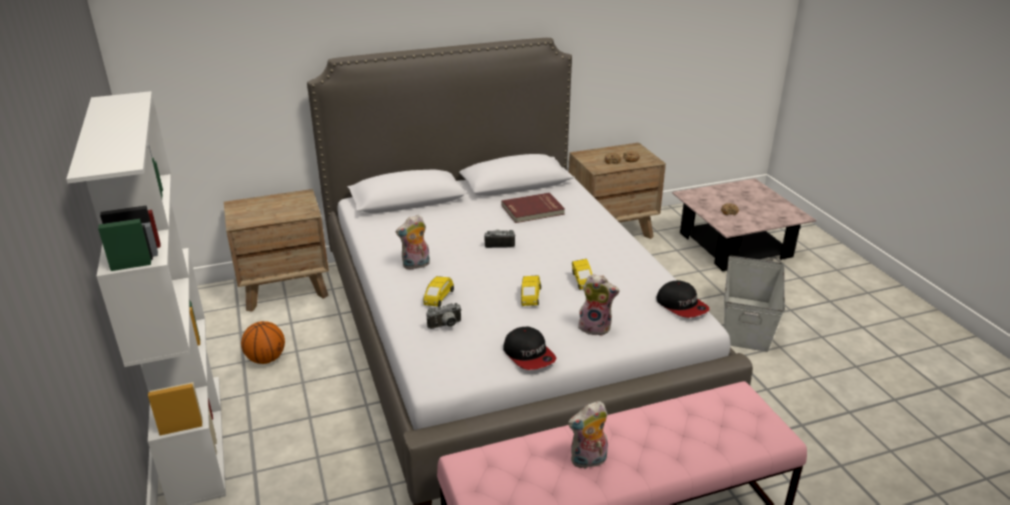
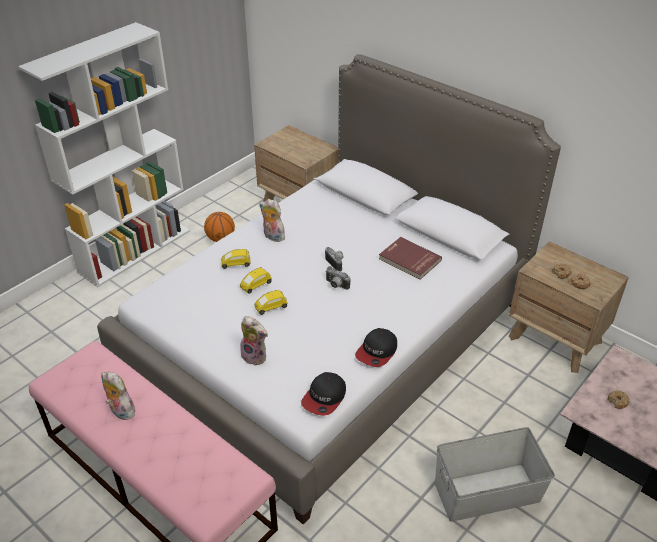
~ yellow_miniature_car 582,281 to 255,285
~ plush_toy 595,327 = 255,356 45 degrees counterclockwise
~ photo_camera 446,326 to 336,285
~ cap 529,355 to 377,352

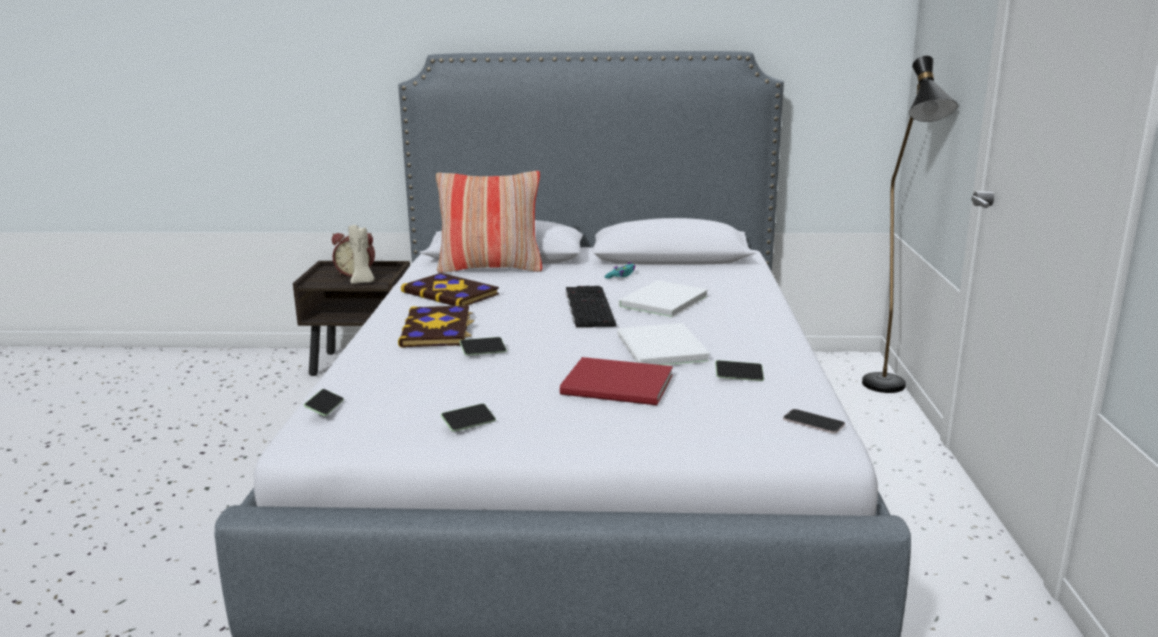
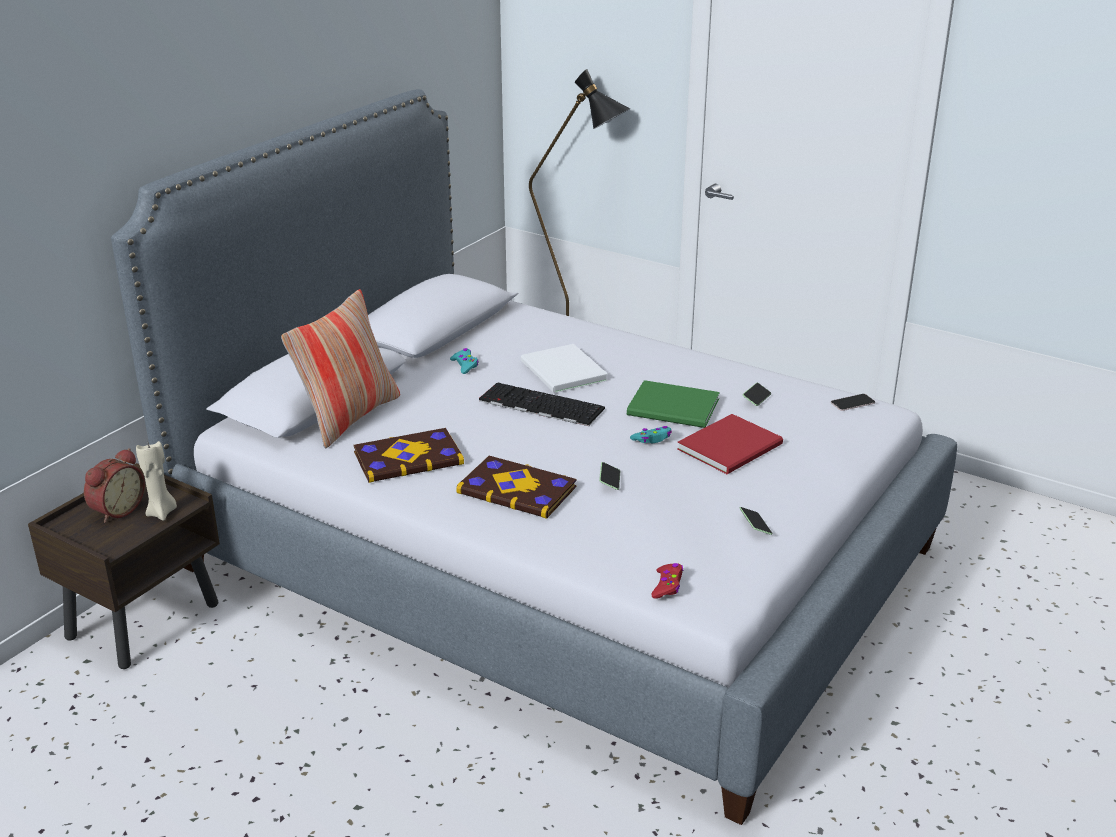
~ white_volume 660,350 to green-coloured_volume 675,408
+ turquoise-coloured_game_controller 652,439
~ telephone 325,409 to reddish_game_controller 667,585

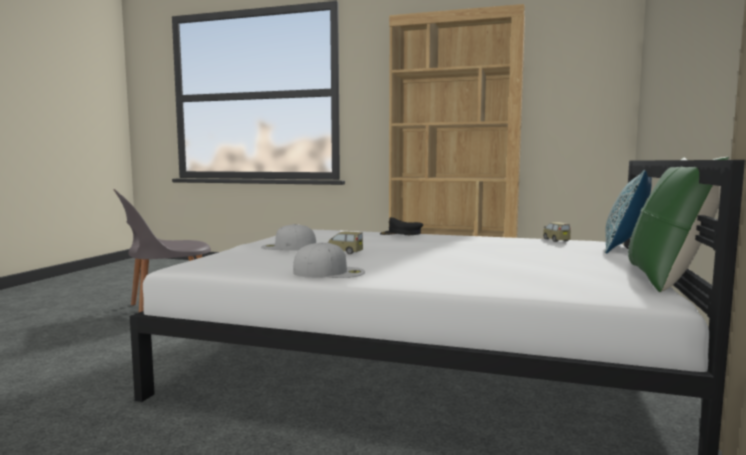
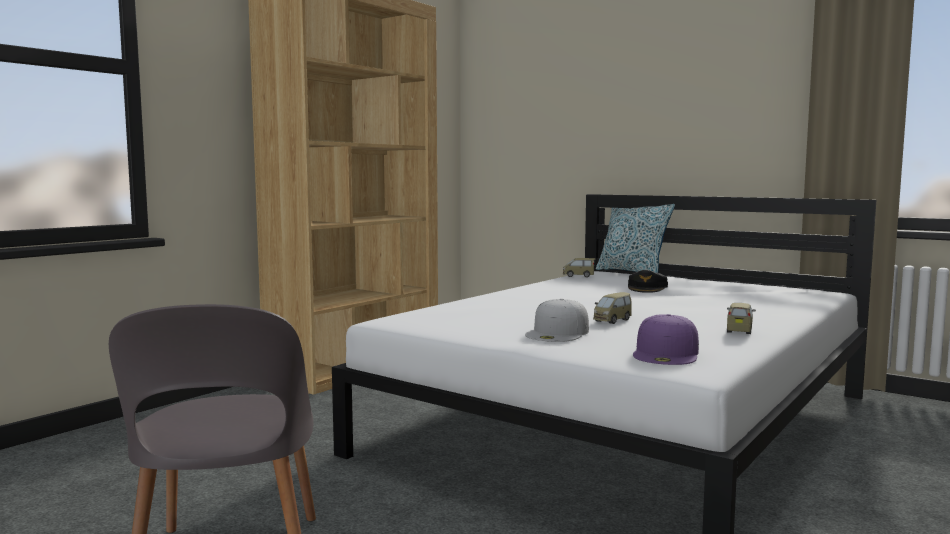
~ blackish_cap 401,234 to 647,288
+ purple_cap 667,353
~ white_cap 329,272 to miniature_car 739,330
- green-coloured_pillow 666,278

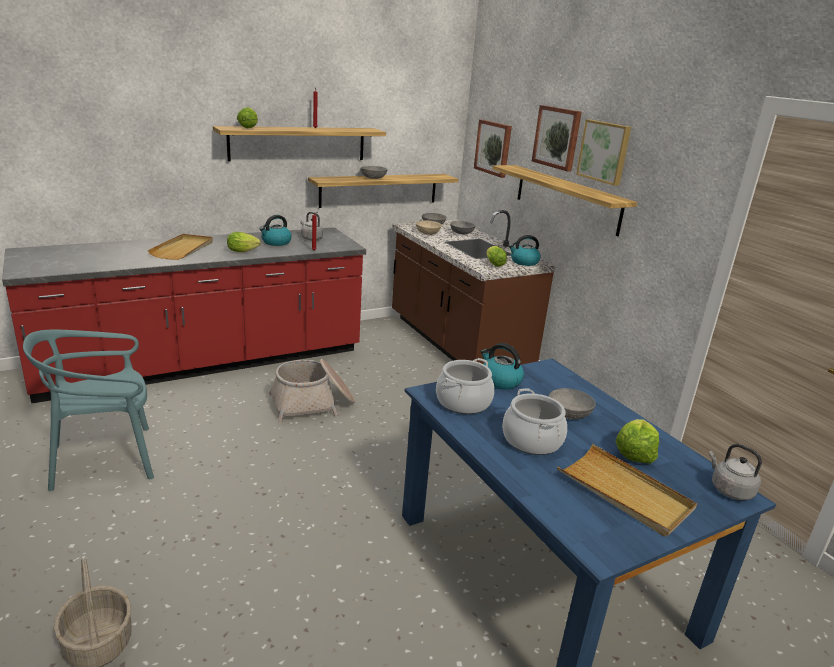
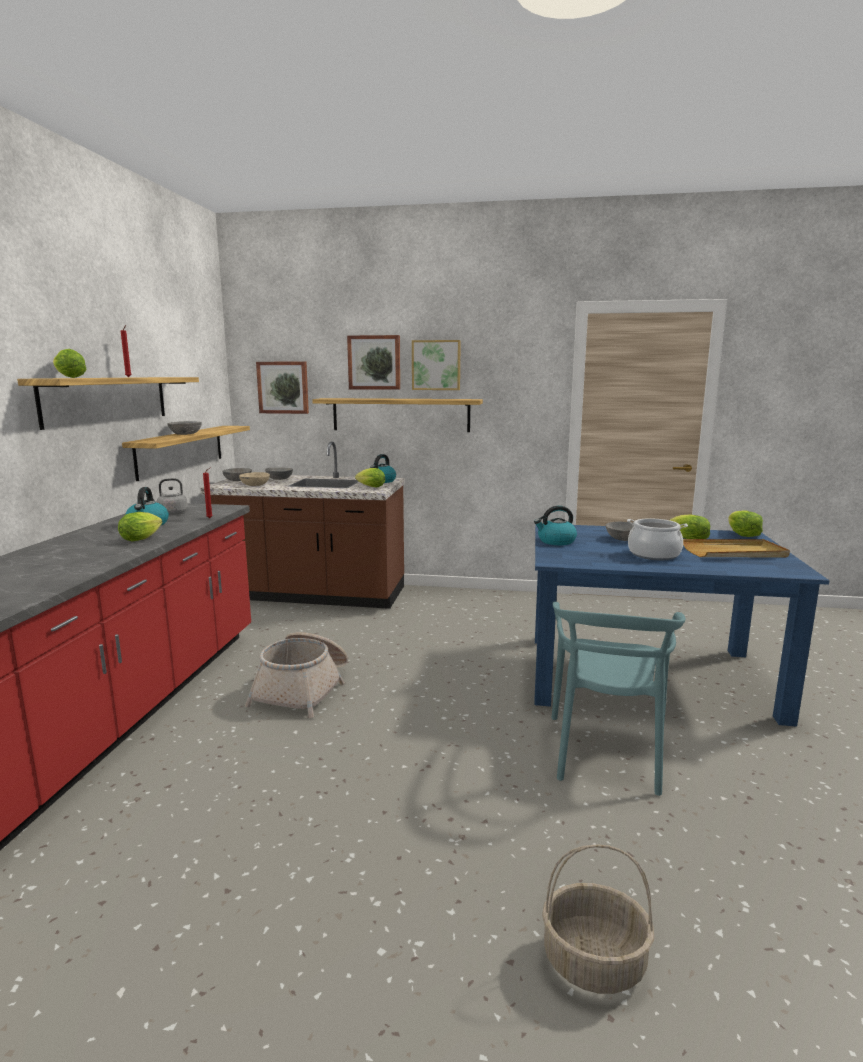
~ turquoise-coloured_chair 104,460 to 607,752
~ gray_tea_kettle 729,490 to lettuce 742,534
- beige-coloured_tray 183,249
- cooking_pot 463,402

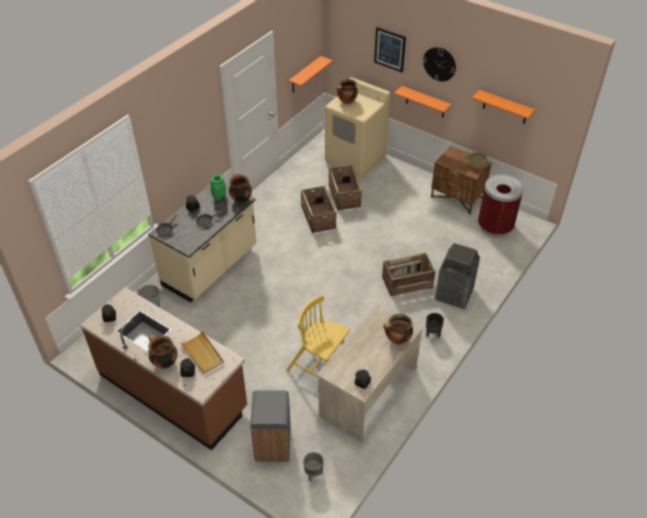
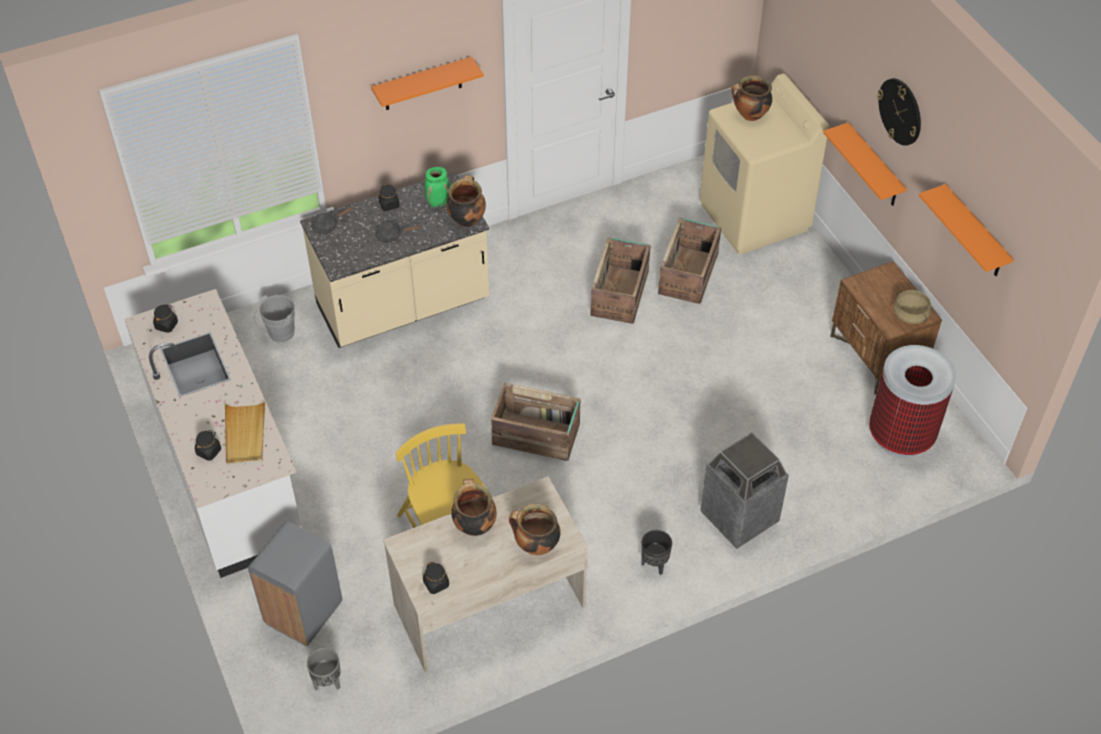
~ brownish_counter 173,391 to white_counter 228,469
~ orangey_bracket_shelf 304,75 to 422,84
~ cooking_pot 164,362 to 474,525
~ crate 408,282 to 537,435
- picture 390,49

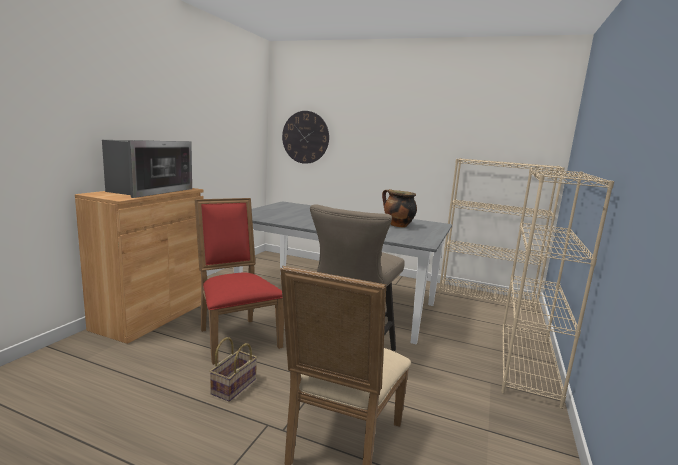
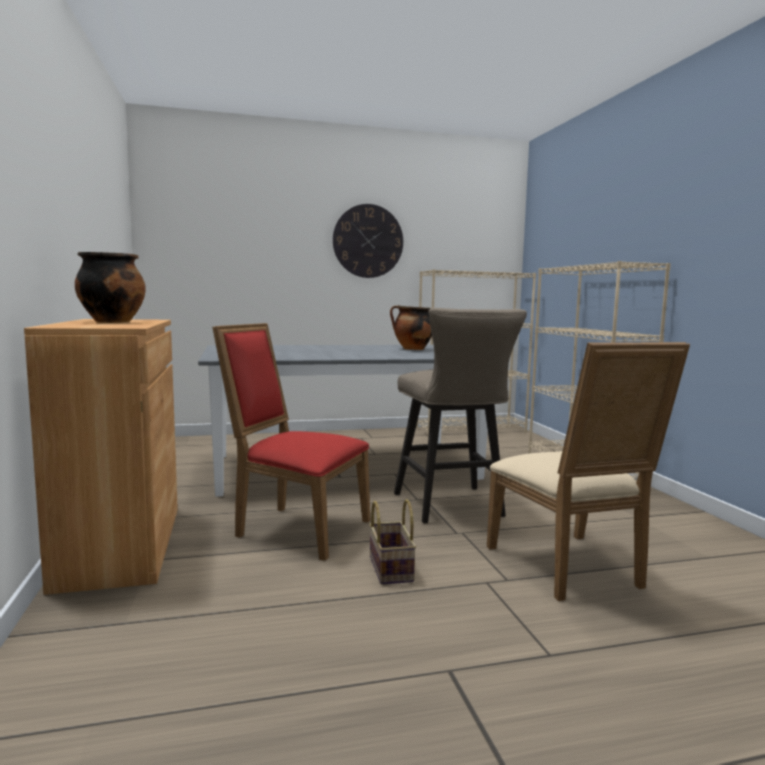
~ kitchen_microwave 148,190 to cooking_pot 112,322
~ wall_clock 305,137 to 368,241

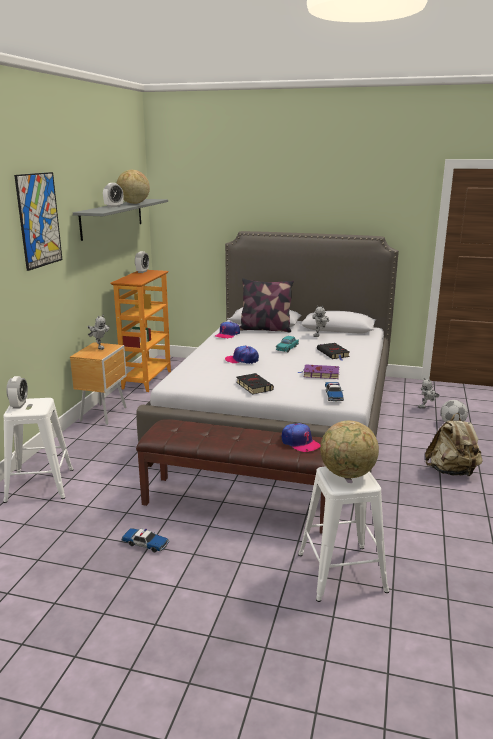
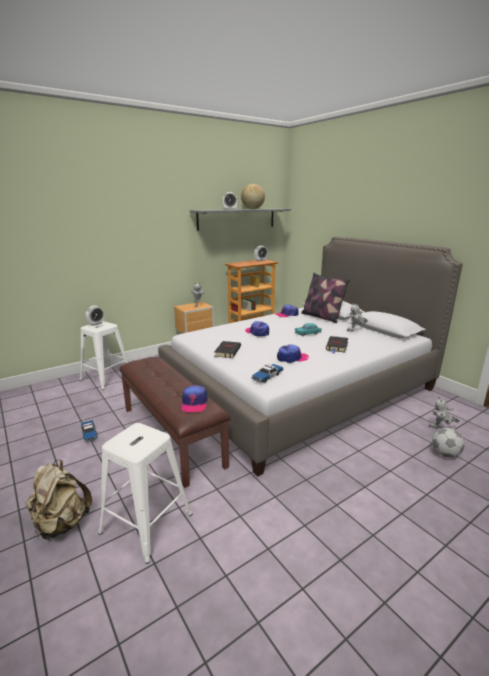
~ beige-coloured_backpack 452,472 to 61,524
~ purple_volume 320,374 to cap 292,358
- picture 39,220
- desk_globe 347,474

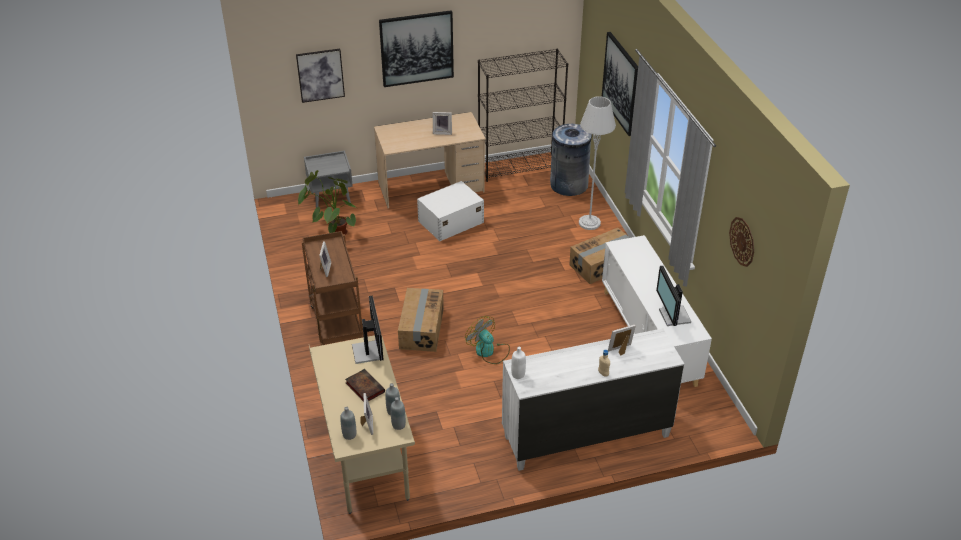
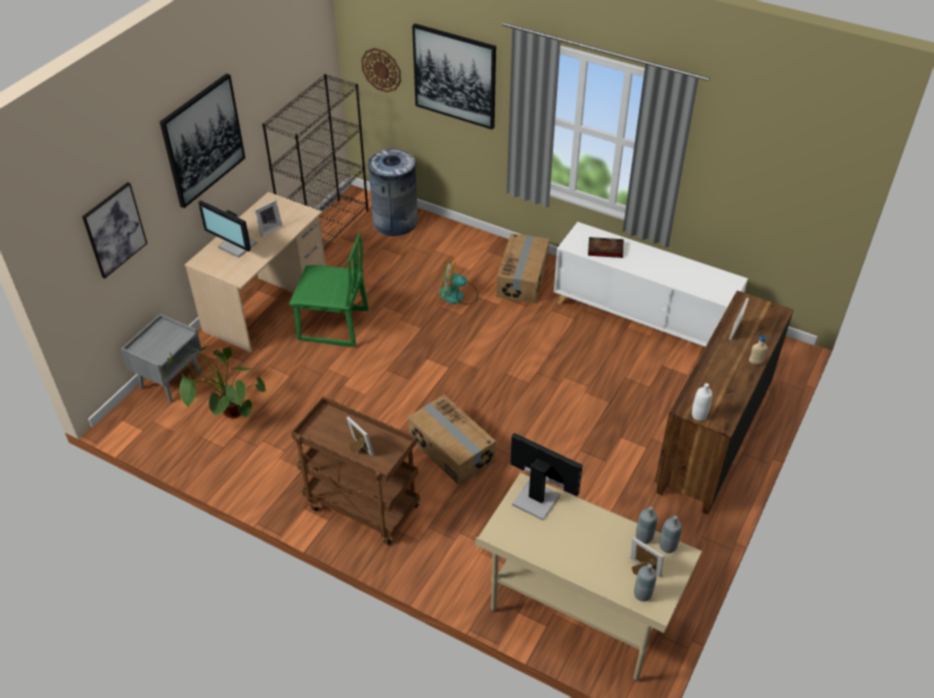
~ computer_display 673,316 to 237,246
~ white_storage_container 450,222 to green-coloured_chair 333,326
~ wall_clock 742,241 to 381,70
~ cooling_fan 488,351 to 457,296
~ volume 364,387 to 604,249
~ white_drawer_chest 585,435 to brownish_drawer_chest 712,440
- gray_floor_lamp 589,223

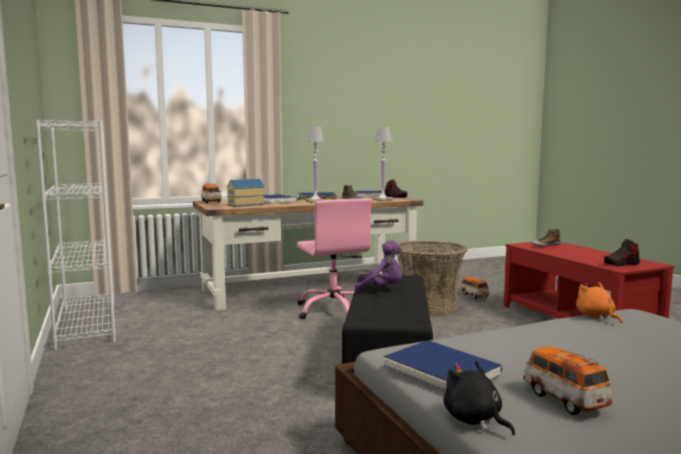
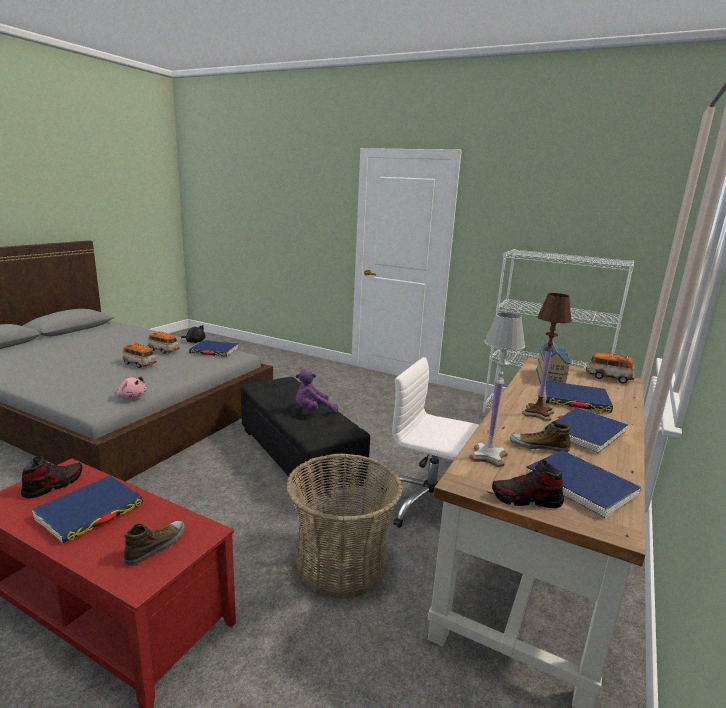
+ bluish_volume 89,511
~ orangey_plush_toy 596,317 to pink_plush_toy 131,397
~ miniature_car 474,295 to 139,364
~ pink_computer_chair 334,310 to white_computer_chair 429,505
~ white_table_lamp 315,201 to brownish_table_lamp 537,413

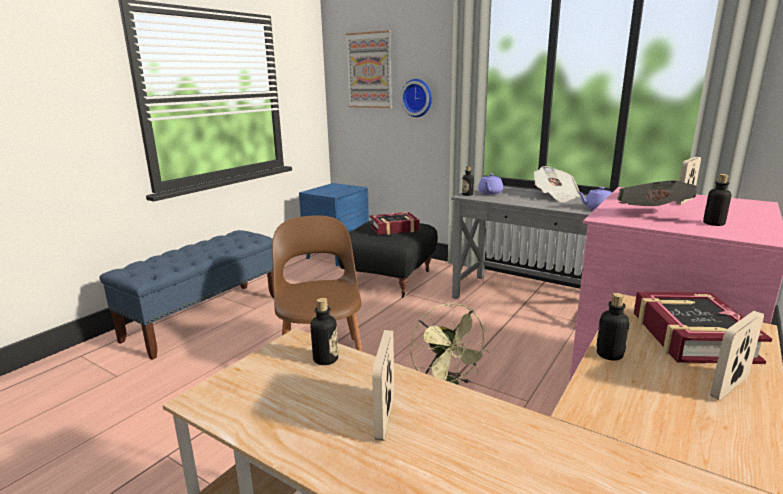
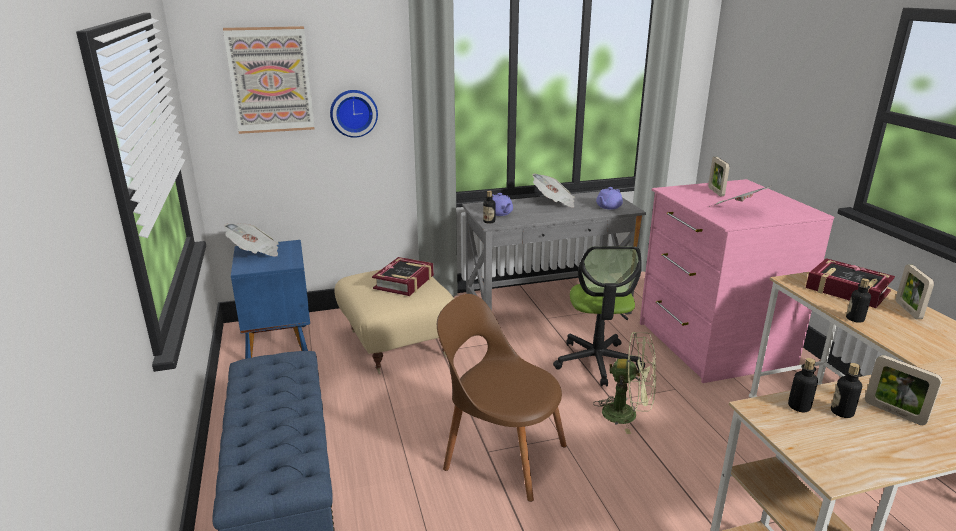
+ daily_paper 255,252
~ blackish_footrest 390,280 to beige-coloured_footrest 397,344
+ computer_chair 597,362
~ bottle 713,223 to 842,412

